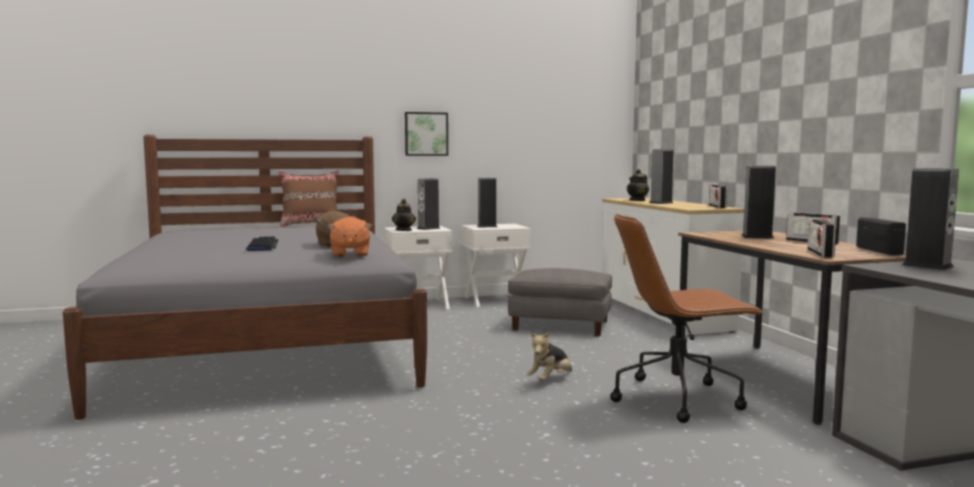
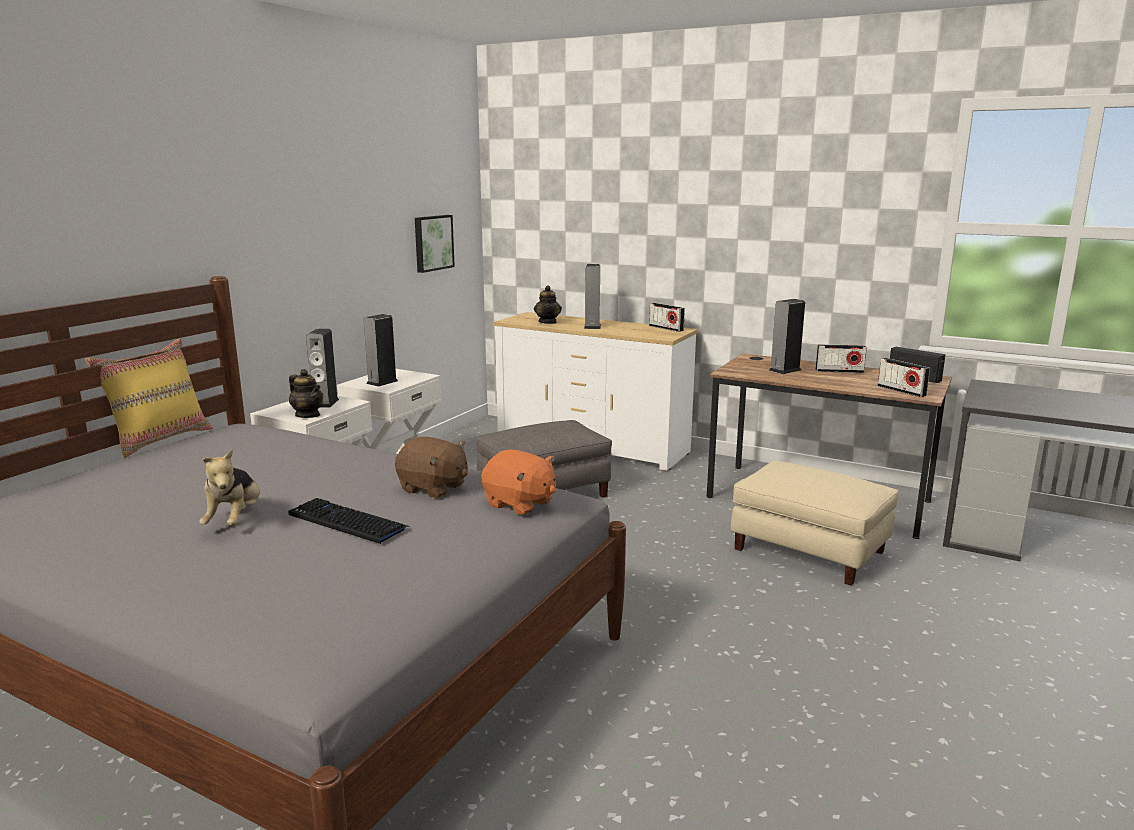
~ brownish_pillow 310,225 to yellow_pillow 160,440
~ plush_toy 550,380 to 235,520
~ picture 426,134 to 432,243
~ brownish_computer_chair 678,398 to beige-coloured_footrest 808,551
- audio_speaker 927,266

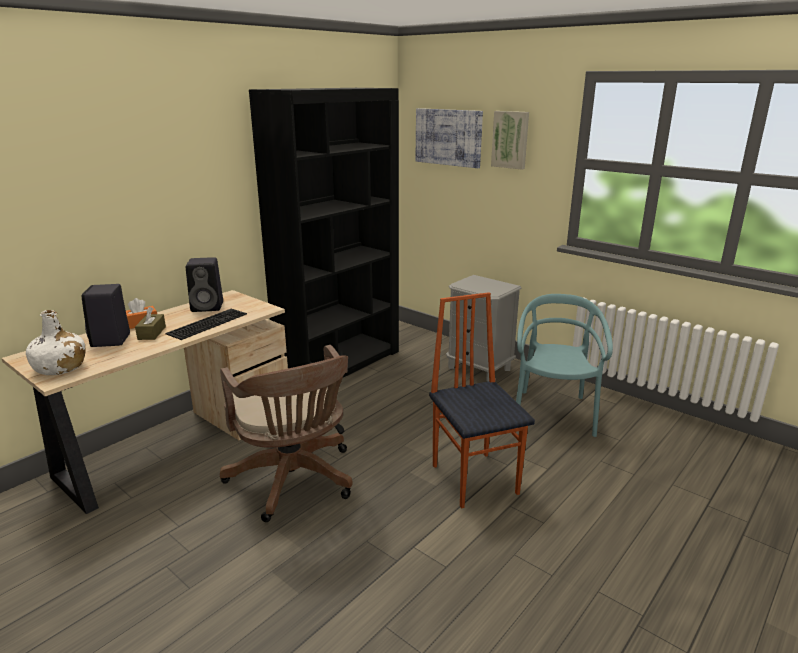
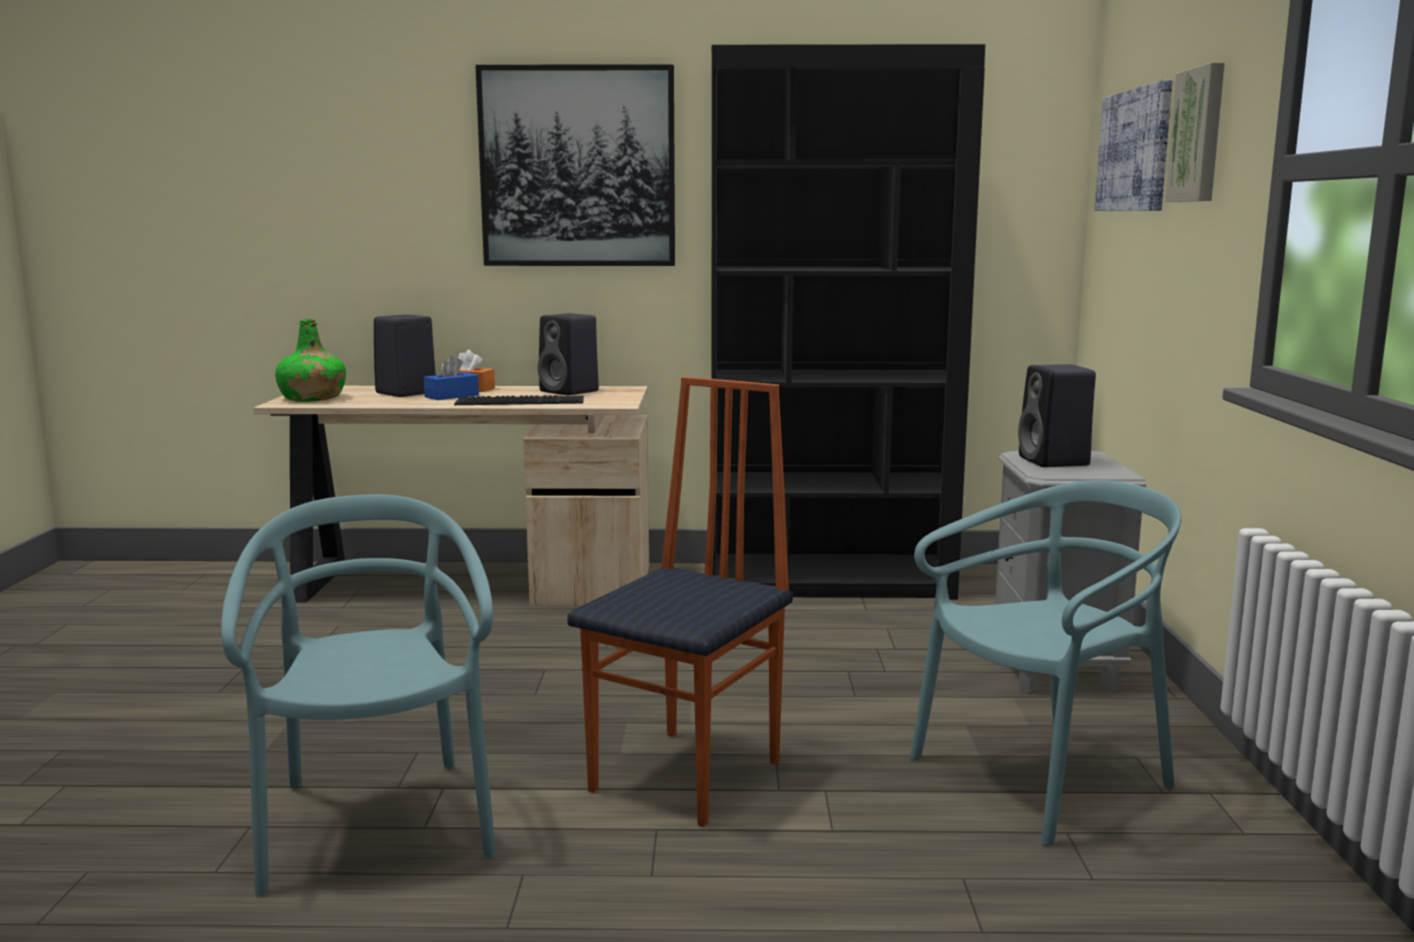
+ turquoise-coloured_chair 376,824
~ white_bottle 60,368 to green-coloured_bottle 312,398
~ brownish_tissue_holder 152,333 to bluish_tissue_holder 451,396
+ picture 578,167
+ blackish_audio_speaker 1055,462
- brownish_computer_chair 294,481

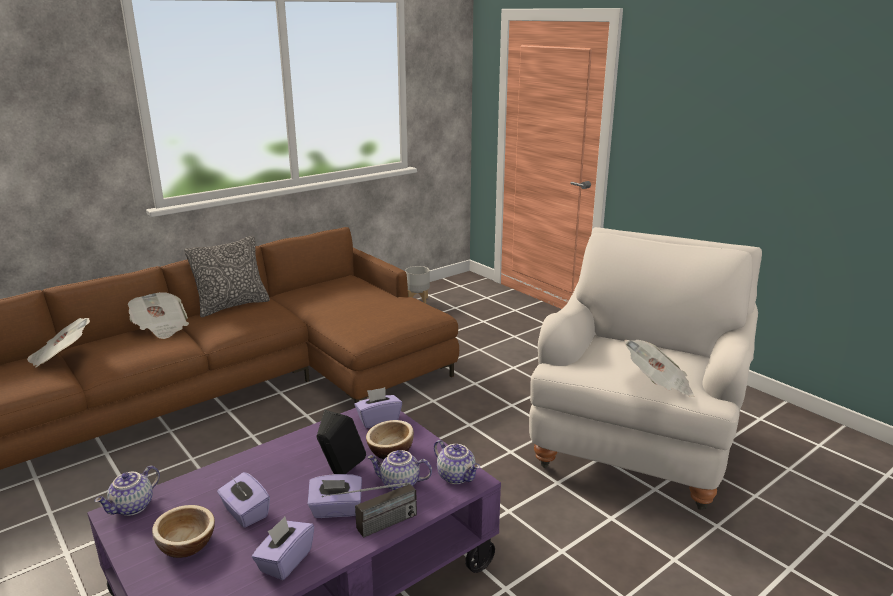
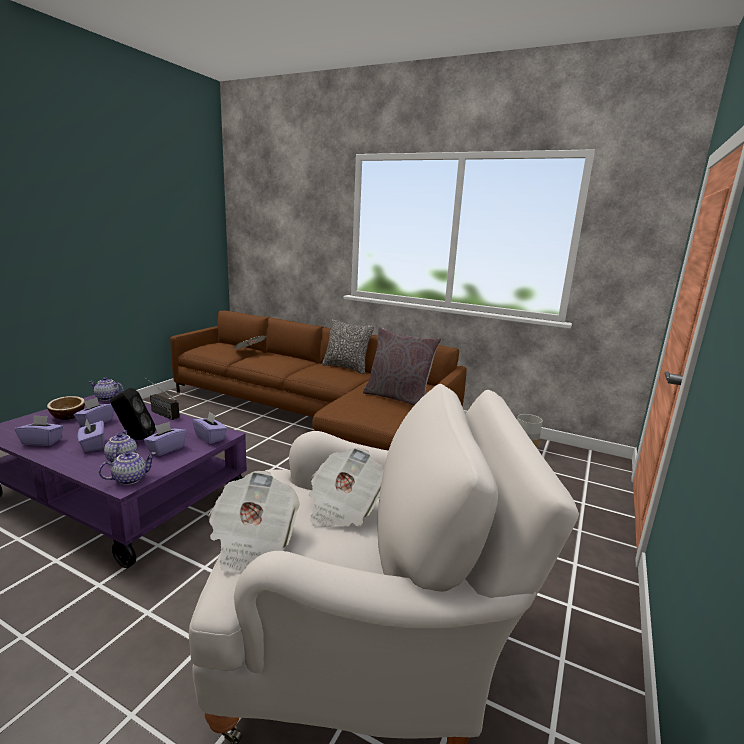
~ teapot 457,476 = 130,479 150 degrees counterclockwise
~ radio_receiver 373,529 to 158,412
~ deep_dish 390,451 to purple_tissue_holder 166,449
~ daily_paper 161,328 to 343,507
+ gray_pillow 398,398

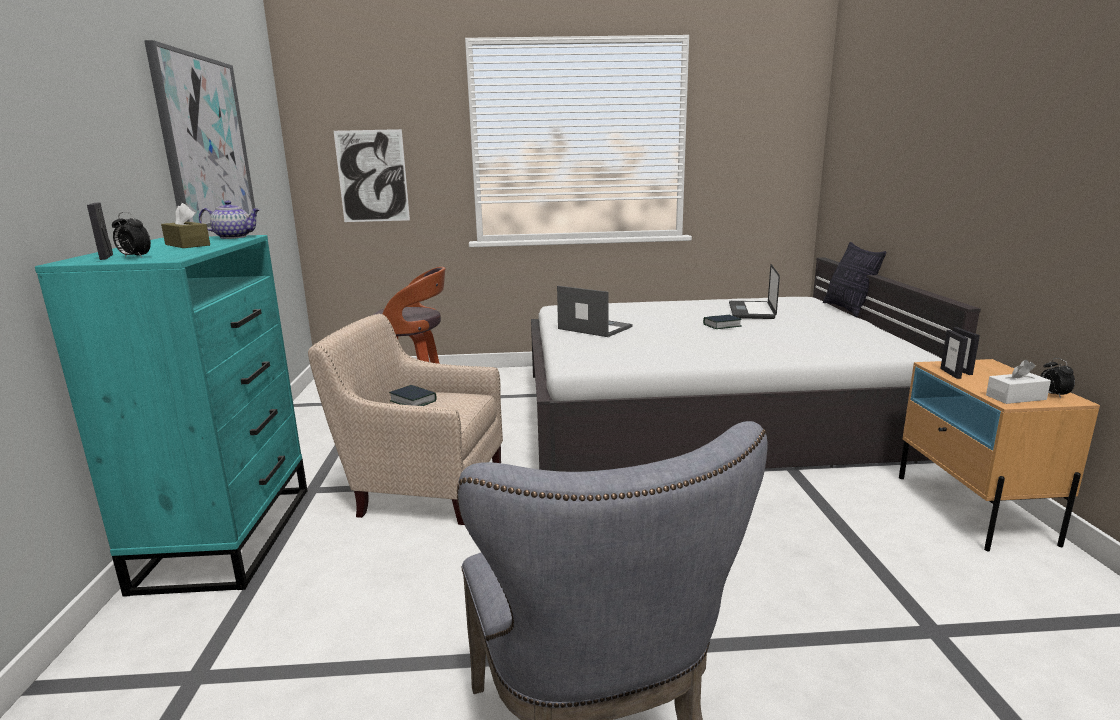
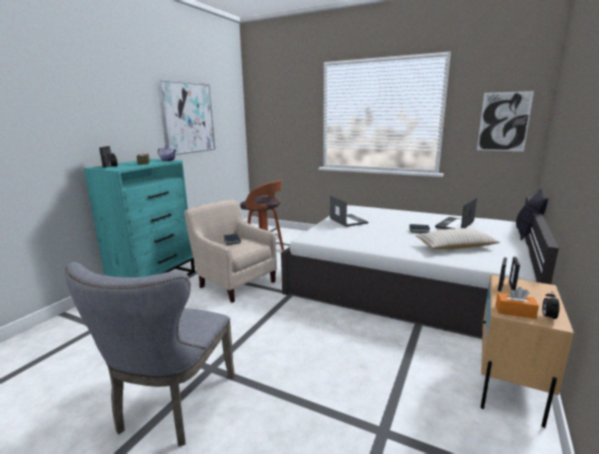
+ beige-coloured_pillow 455,247
~ picture 372,176 to 503,122
~ white_tissue_holder 1015,397 to orangey_tissue_holder 515,311

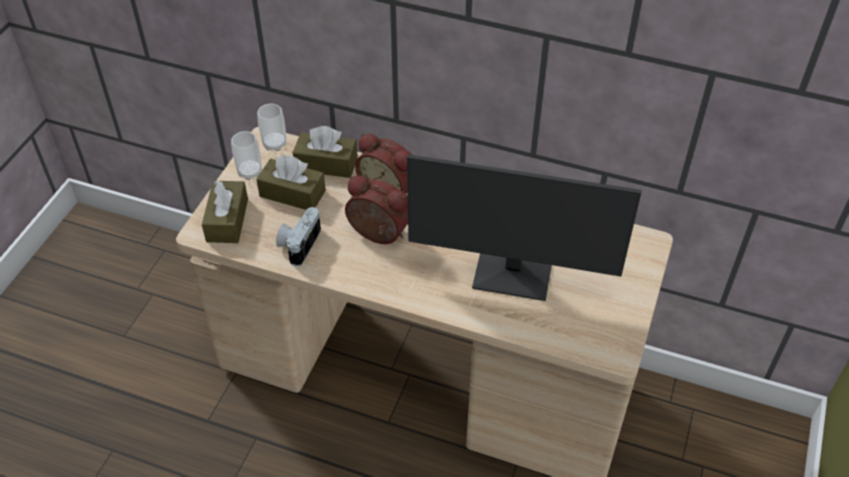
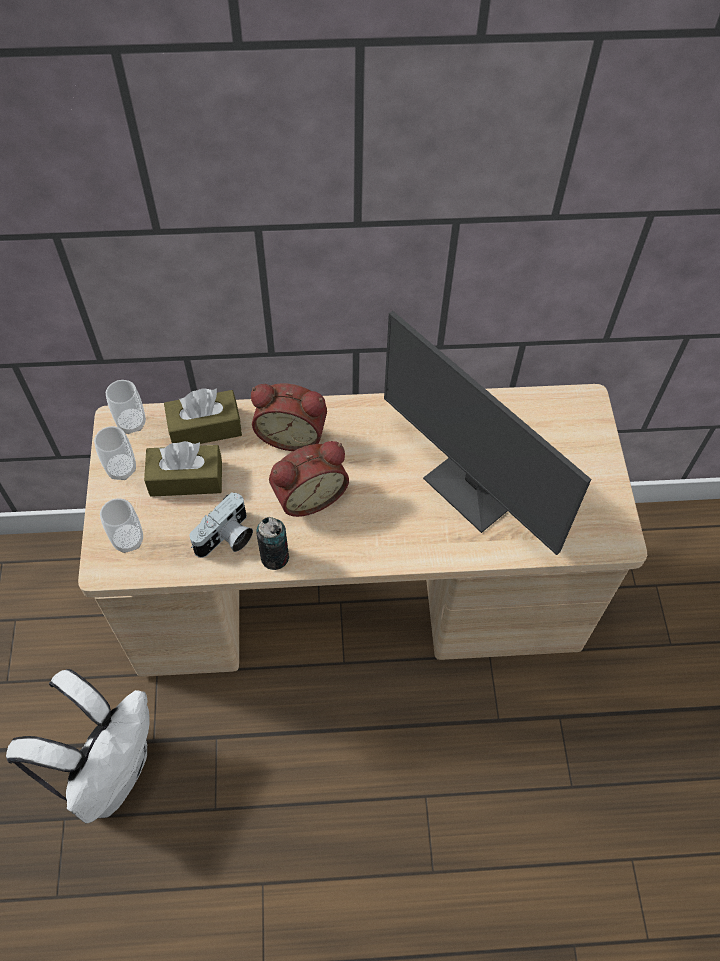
+ white_backpack 110,770
~ brownish_tissue_holder 227,220 to cup 128,540
~ photo_camera 298,244 = 226,539 135 degrees counterclockwise
+ sealed_can 275,557
~ table_clock 377,235 = 308,495 150 degrees clockwise
~ computer_display 513,274 = 473,488 60 degrees clockwise

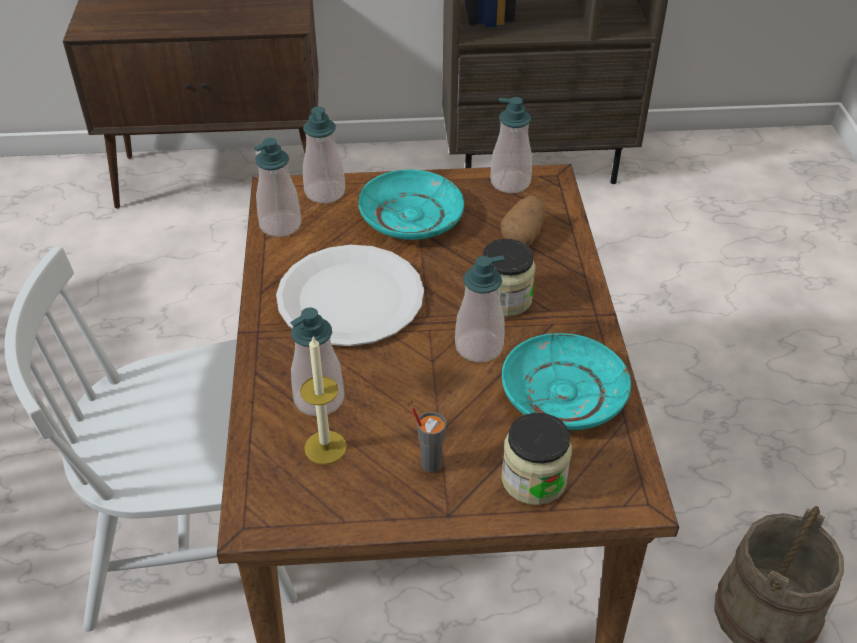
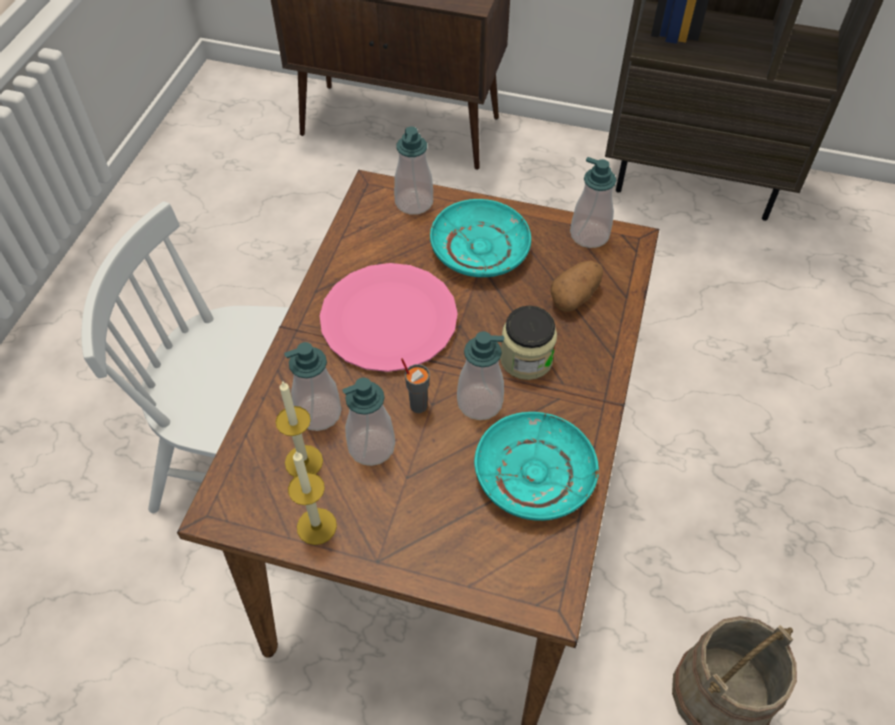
+ wax_candle 316,526
~ white_plate 350,298 to pink_plate 389,319
~ soap_dispenser 280,225 to 371,446
~ gray_cup 430,464 to 418,405
- storage_jar 533,479

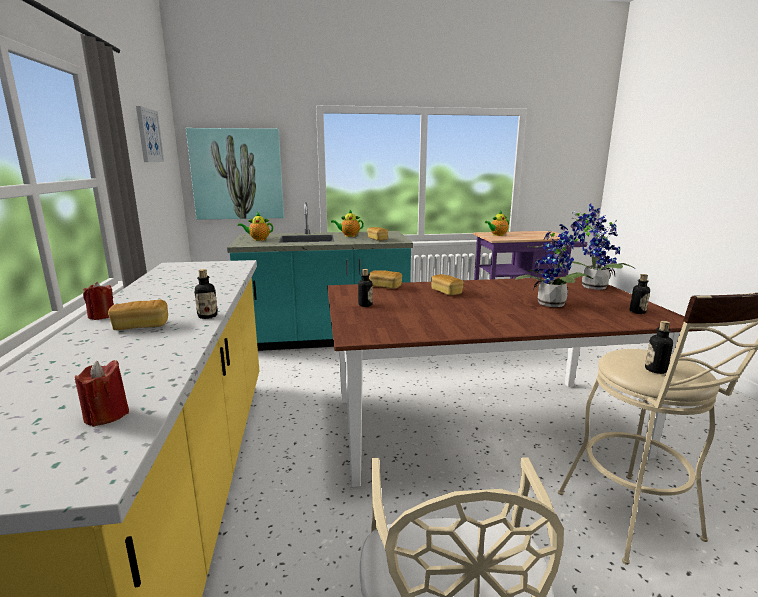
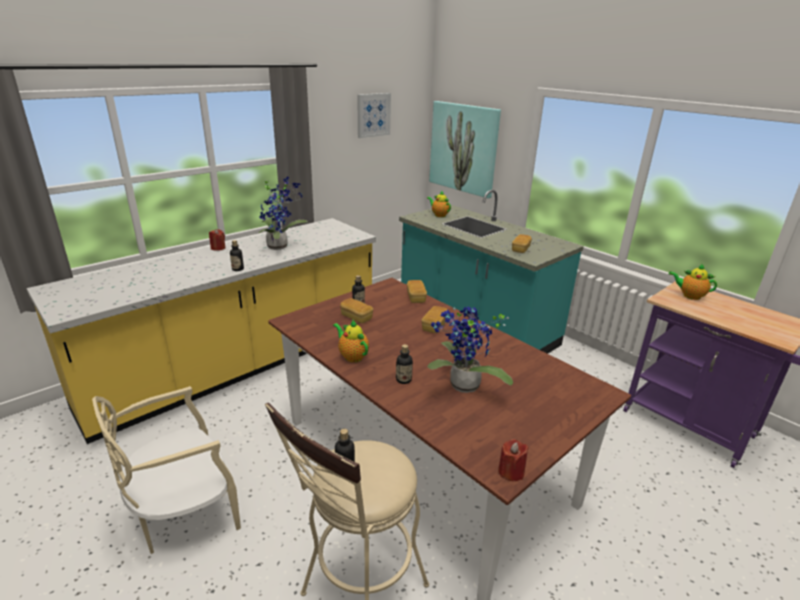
~ potted_plant 592,286 to 280,246
~ teapot 349,235 to 352,356
~ baked_bread 141,326 to 356,317
~ bottle 637,312 to 403,380
~ reddish_wax_candle 106,415 to 511,472

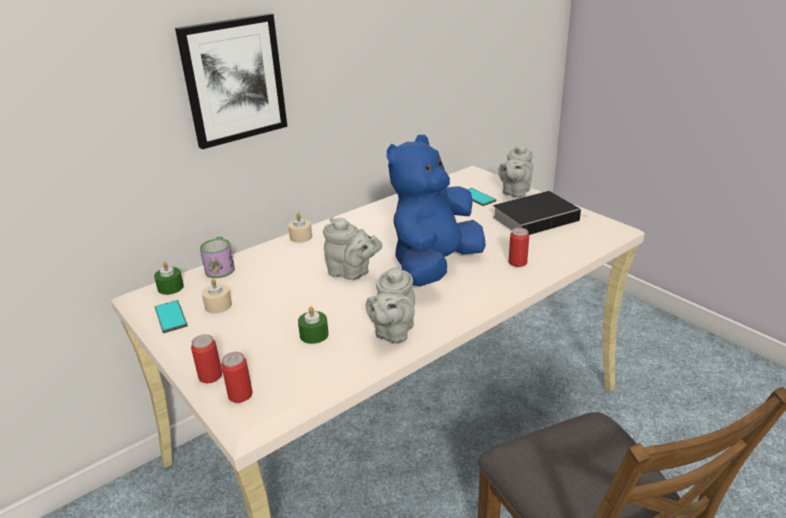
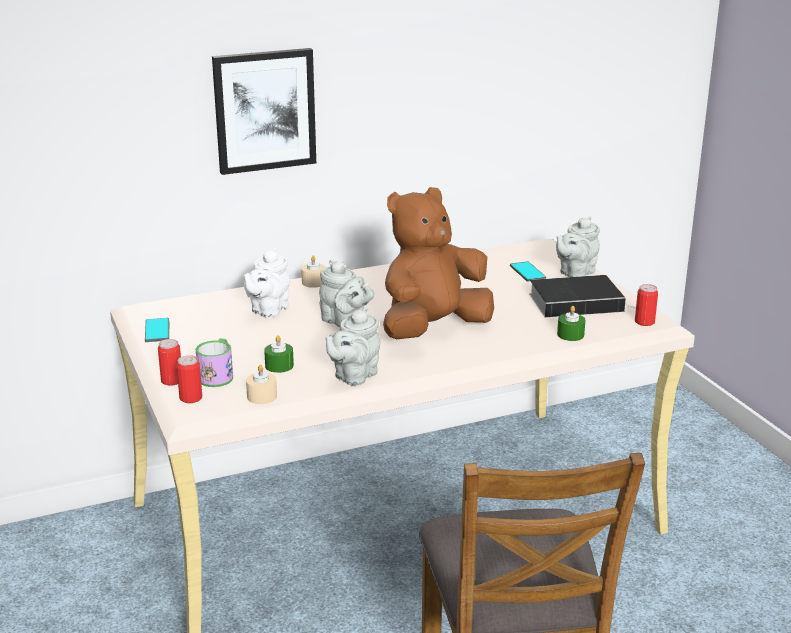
~ coffee_mug 221,267 to 218,375
+ white_teapot 268,310
~ beige-coloured_wax_candle 218,305 to 262,396
~ bluish_plush_toy 434,266 to brownish_plush_toy 432,329
~ green-coloured_wax_candle 170,287 to 570,335
~ sealed_can 517,262 to 644,322

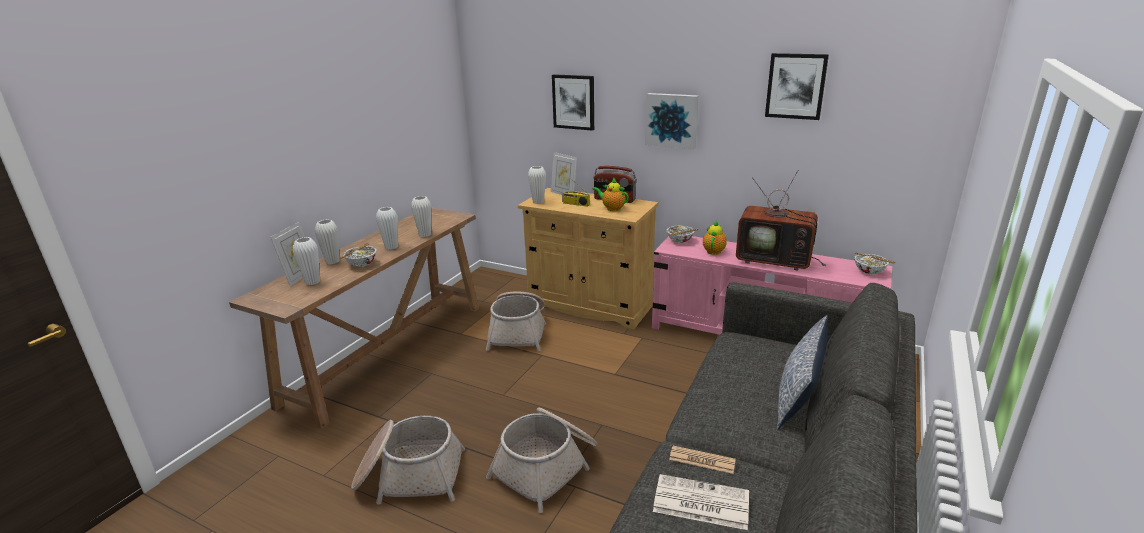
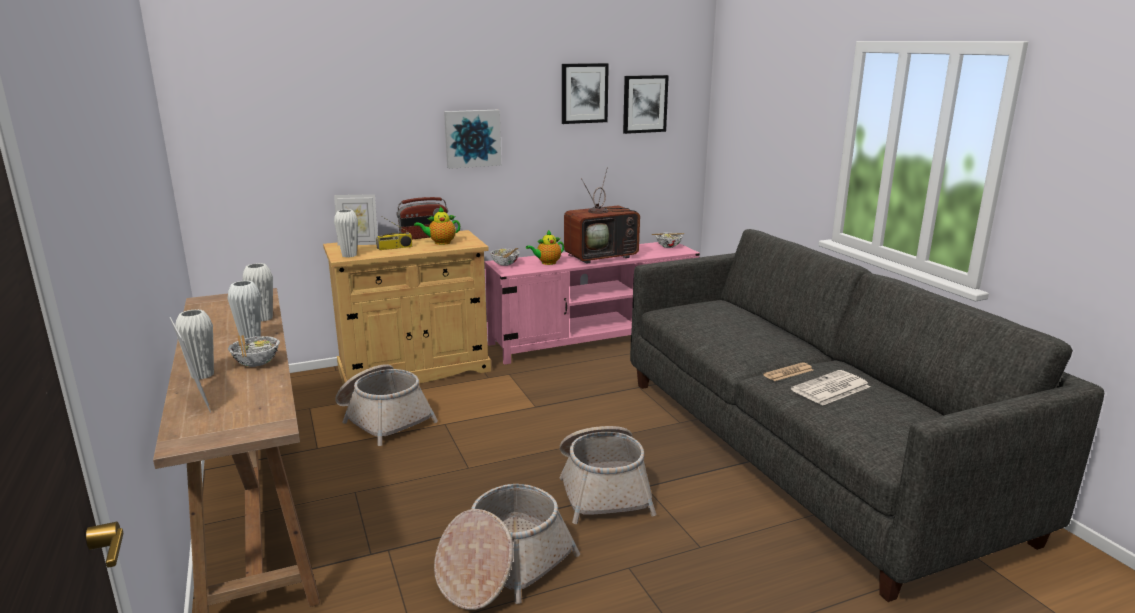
~ teapot 714,251 = 547,263 90 degrees counterclockwise
~ picture 574,102 to 644,104
- white_vase 312,282
- pillow 799,392

